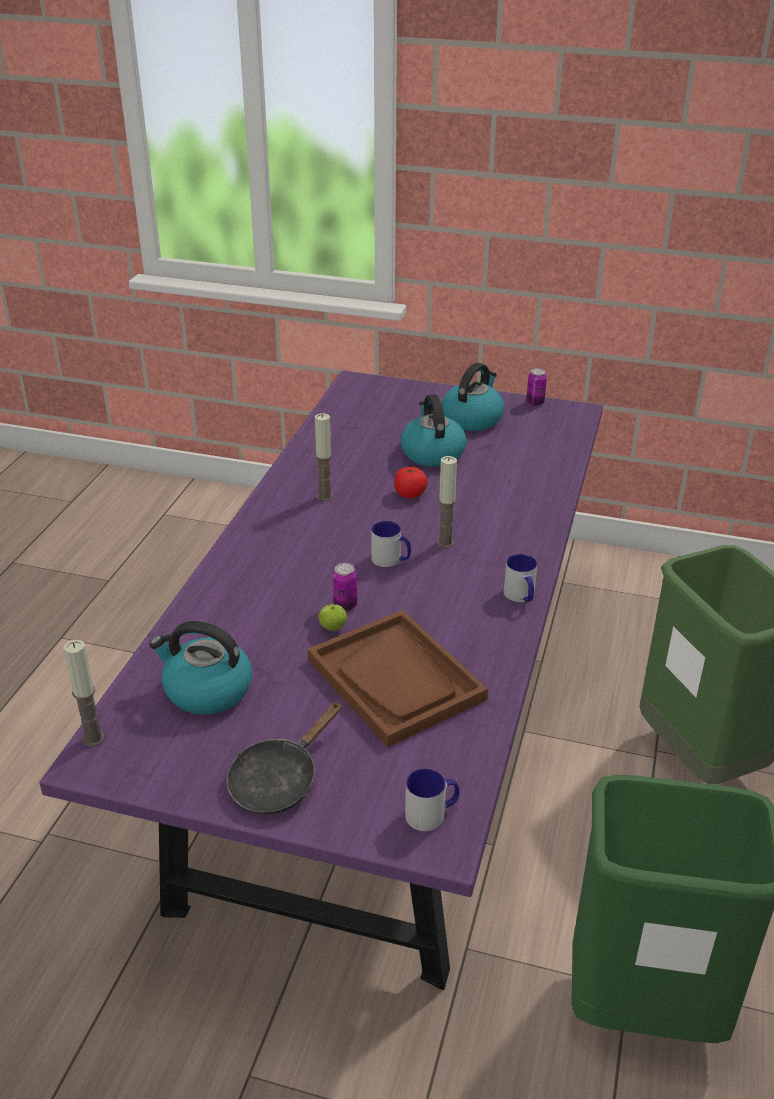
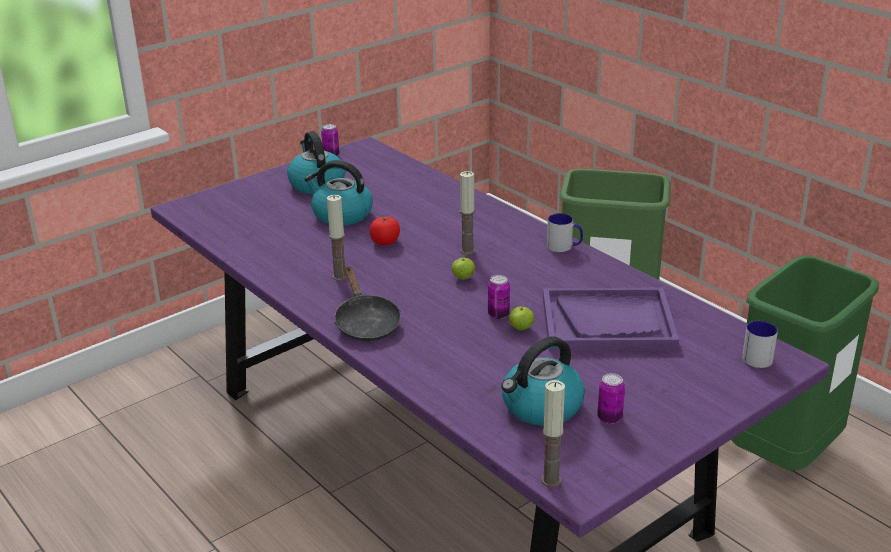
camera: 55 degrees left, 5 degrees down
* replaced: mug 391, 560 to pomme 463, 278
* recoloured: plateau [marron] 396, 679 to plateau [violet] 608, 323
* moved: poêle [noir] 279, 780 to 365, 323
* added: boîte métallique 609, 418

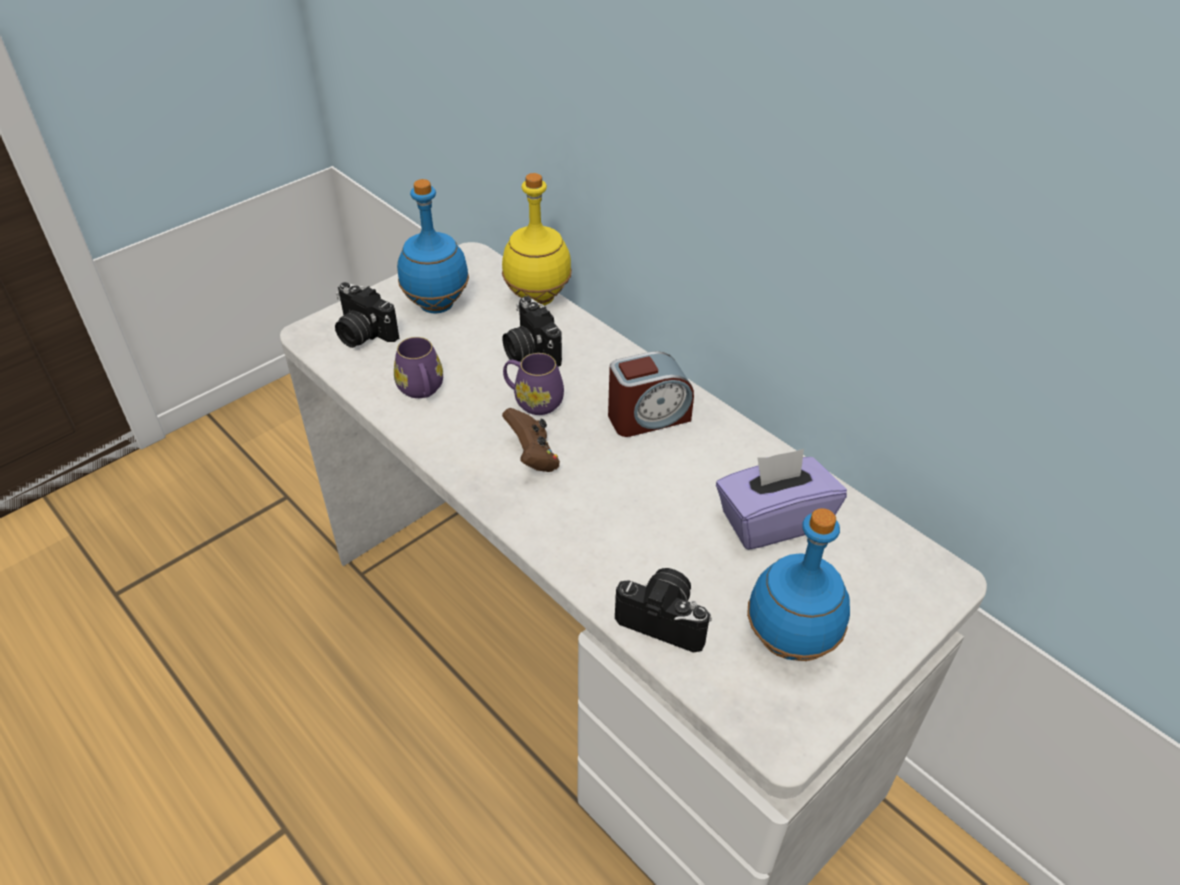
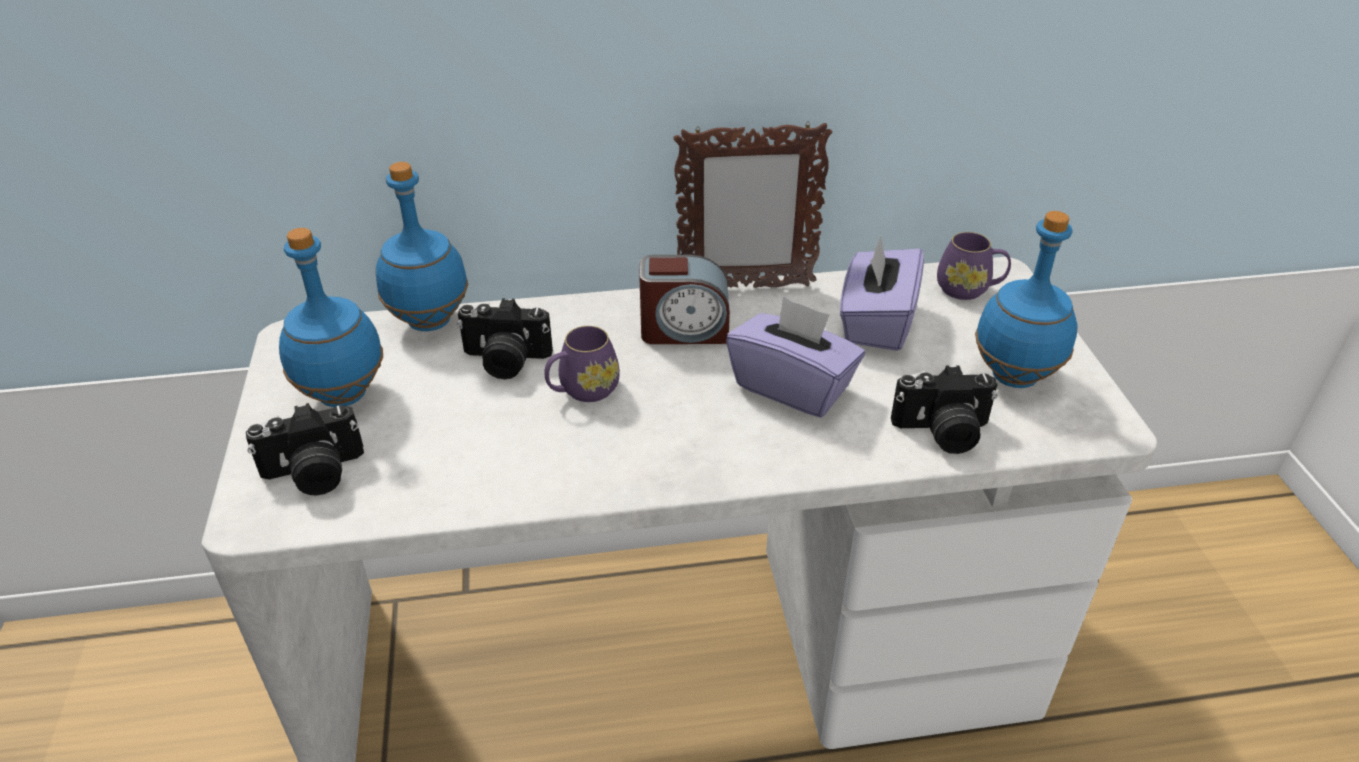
camera: 55 degrees left, 5 degrees down
* recoloured: bouteille [jaune] 538, 298 to bouteille [bleu] 430, 320
* moved: mug [violet] 422, 390 to 969, 289
* turned: réveil 648, 417 = 684, 330 75 degrees clockwise
* removed: manette [marron] 533, 457
* turned: appareil photo 665, 619 = 942, 432 150 degrees counterclockwise
* added: cadre photo 745, 287
* added: boîte à mouchoirs [violet] 792, 386

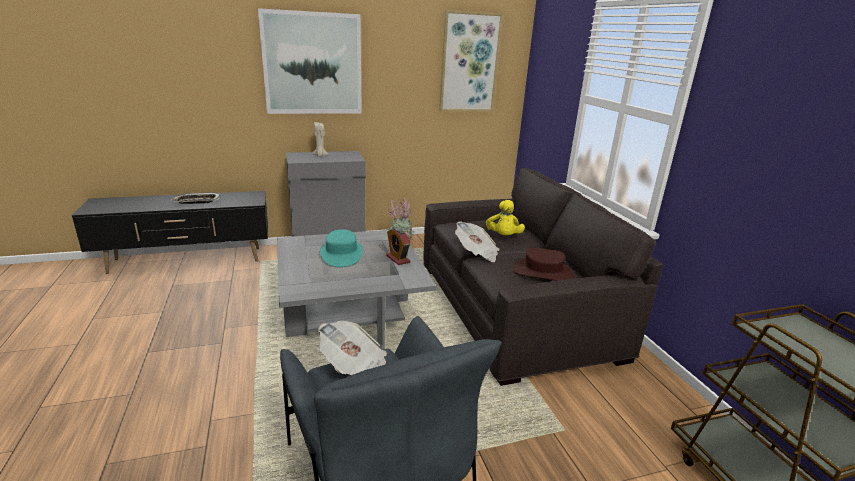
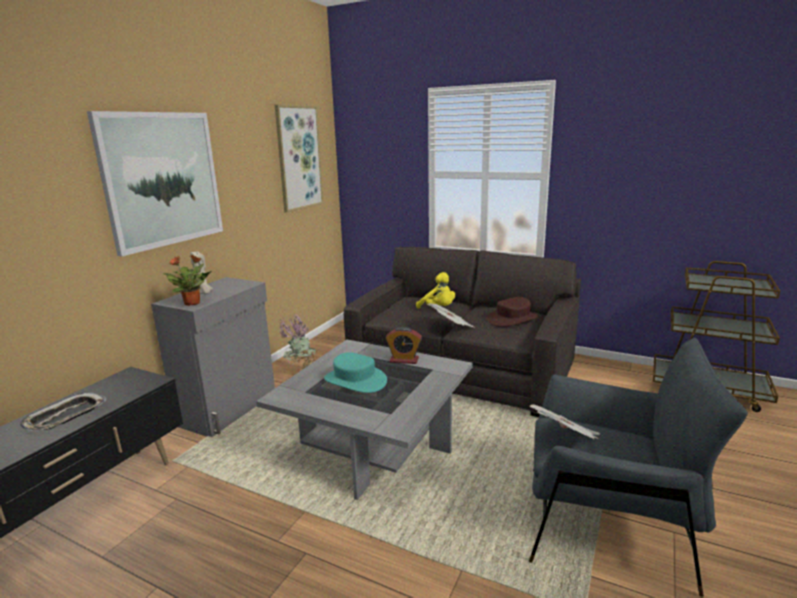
camera: 45 degrees left, 5 degrees down
* added: plante en pot 193, 303

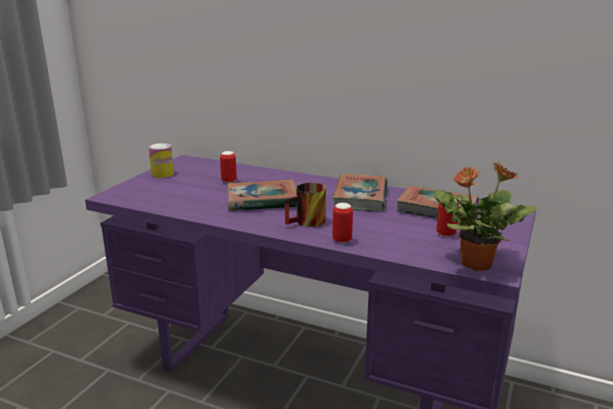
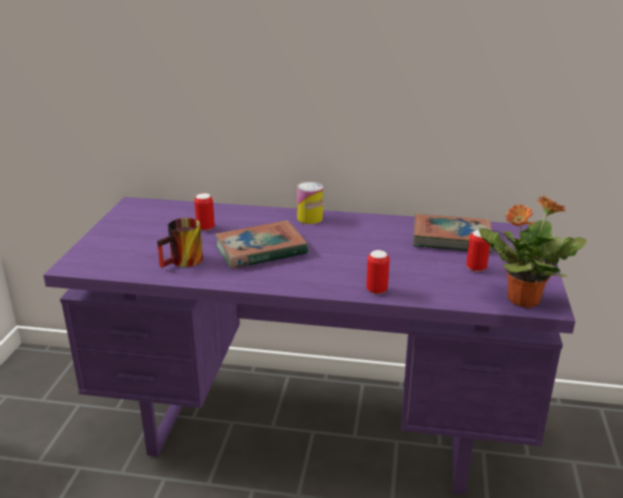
camera: 15 degrees left, 5 degrees up
* moved: boîte métallique 162, 174 to 310, 218
* removed: livre 360, 197
* moved: mug 307, 223 to 184, 262

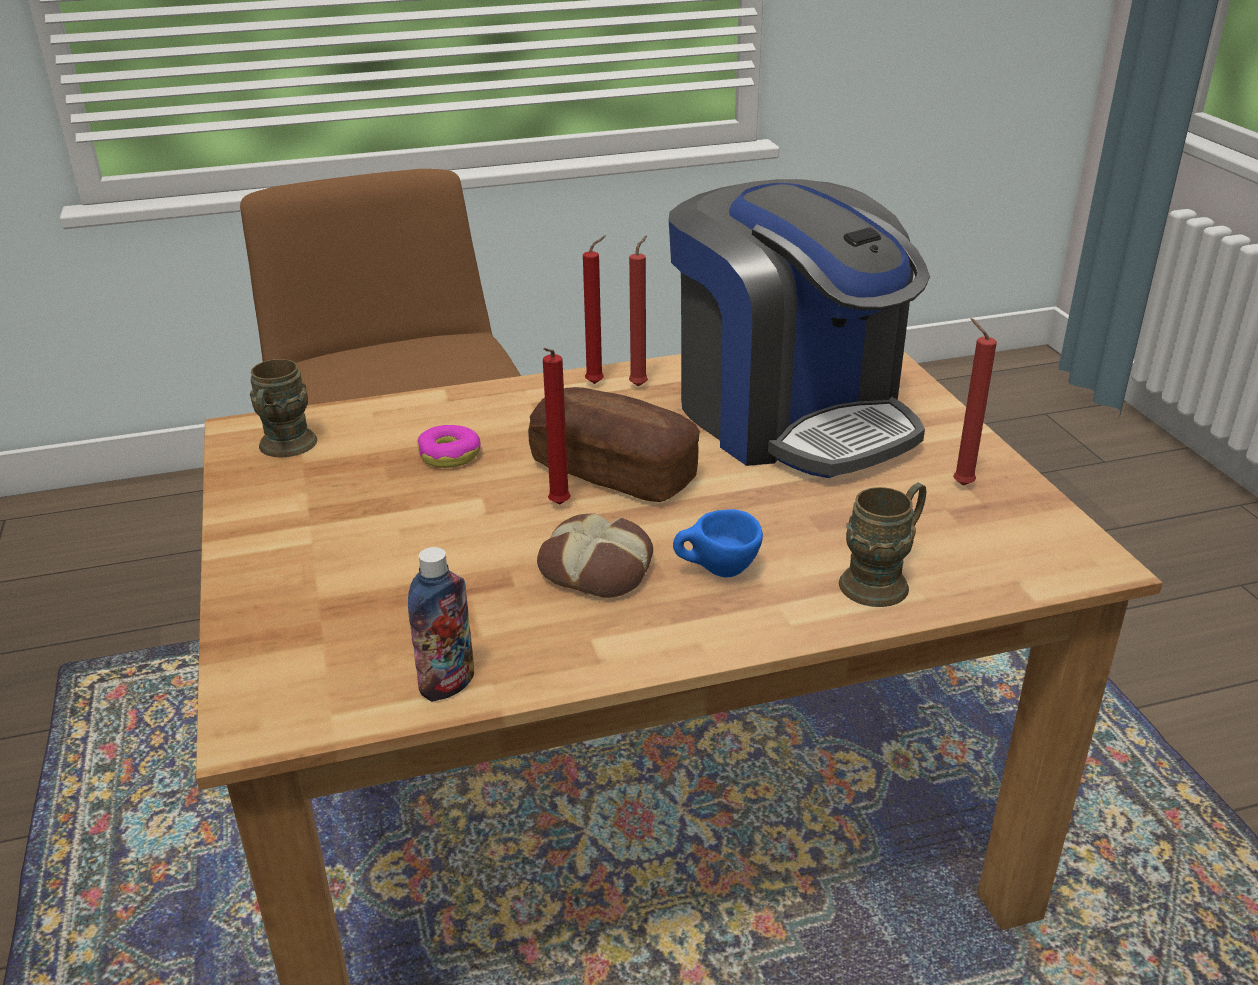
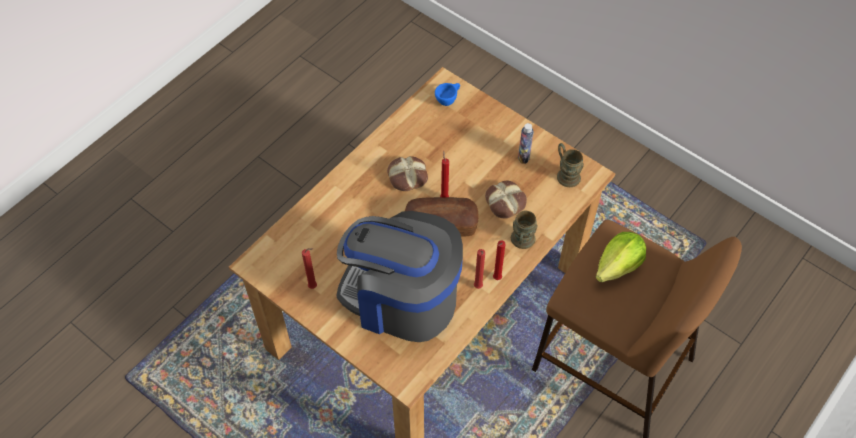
camera: 145 degrees right, 25 degrees up
* replaced: beignet 450, 455 to pain 506, 202
* moved: mug [marron] 883, 580 to 521, 242
* moved: tasse [bleu] 716, 572 to 448, 100
* moved: bouteille 447, 684 to 524, 156
* added: laitue 618, 266

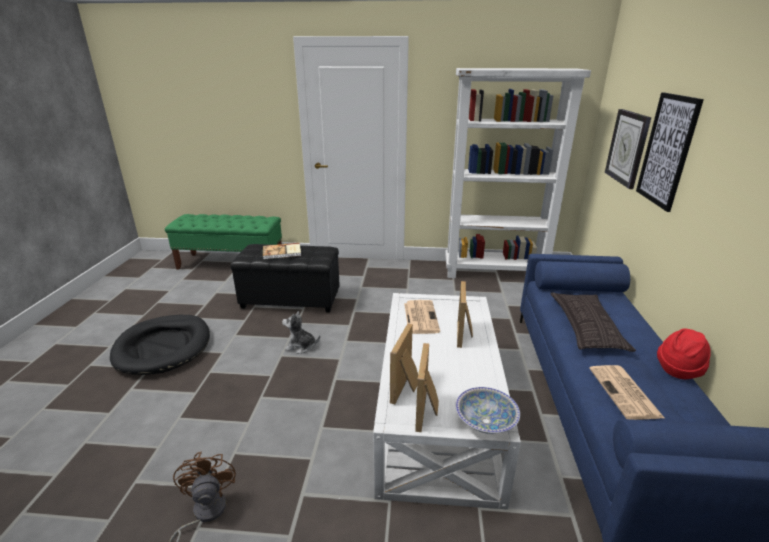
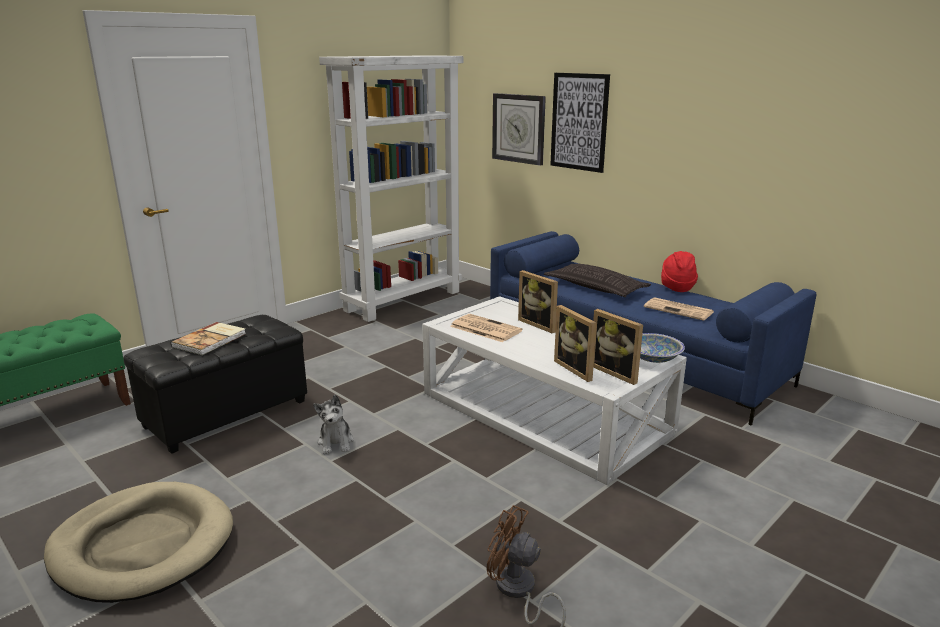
camera: 50 degrees left, 5 degrees down
* turned: peluche 301, 346 = 336, 442 60 degrees counterclockwise
* recoloured: panier pour chien [noir] 163, 347 to panier pour chien [beige] 143, 545

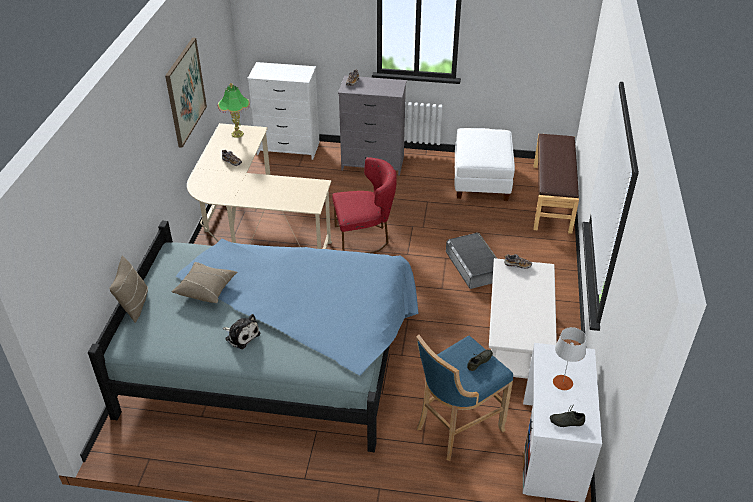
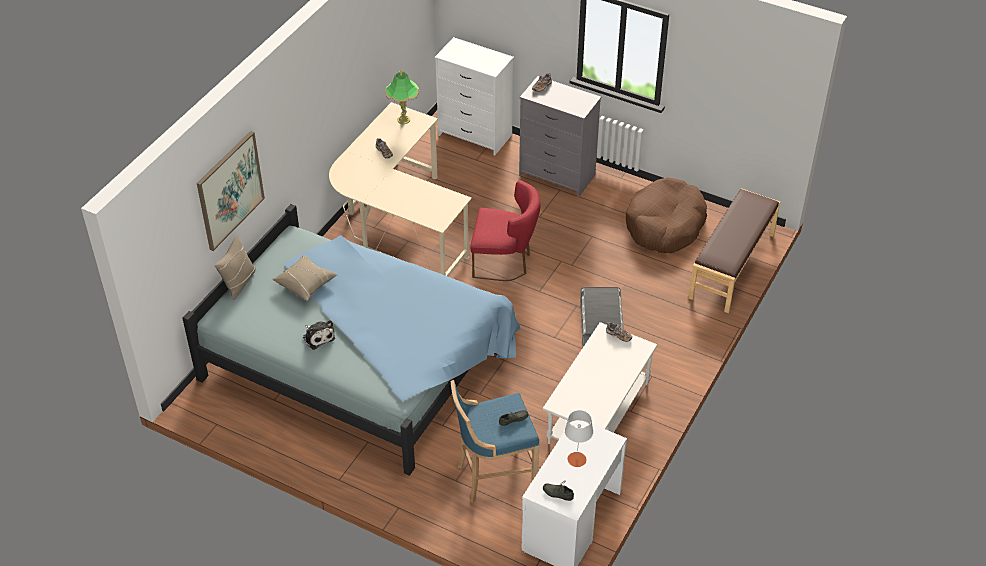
camera: 20 degrees right, 5 degrees up
* moved: tableau 185, 92 to 230, 190
* replaced: pouf [blanc] 481, 180 to panier pour chien [marron] 665, 225

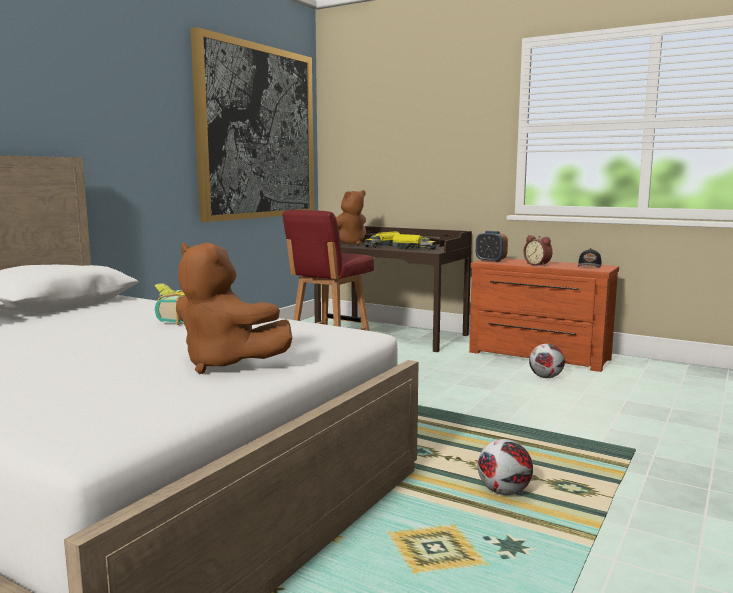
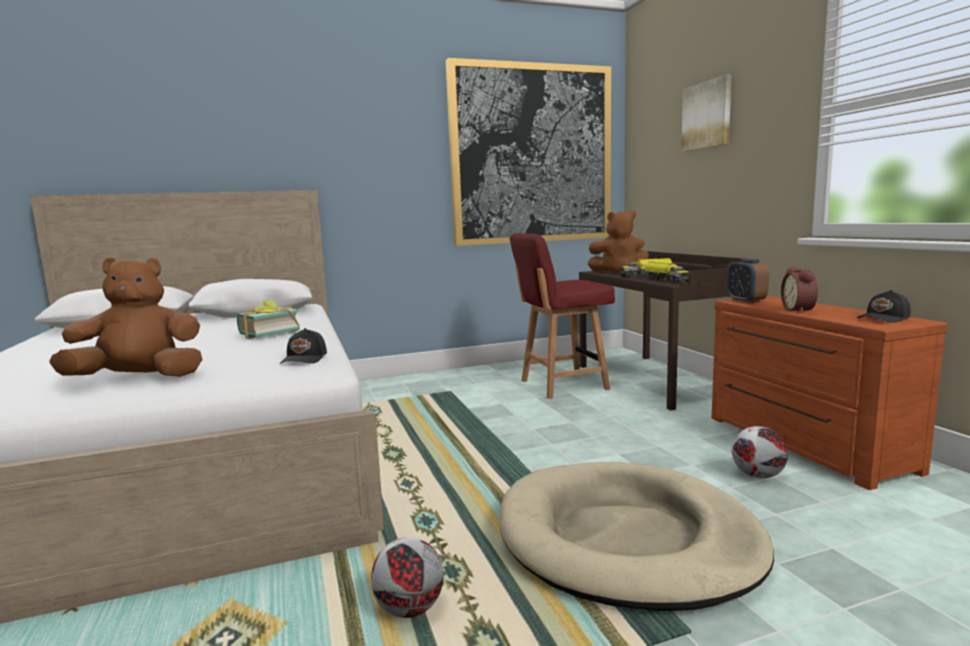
camera: 40 degrees right, 0 degrees up
* turned: peluche [marron] 226, 364 = 140, 379 90 degrees clockwise
* added: tableau 707, 115
* added: casquette [noir] 305, 359
* added: panier pour chien [beige] 627, 540

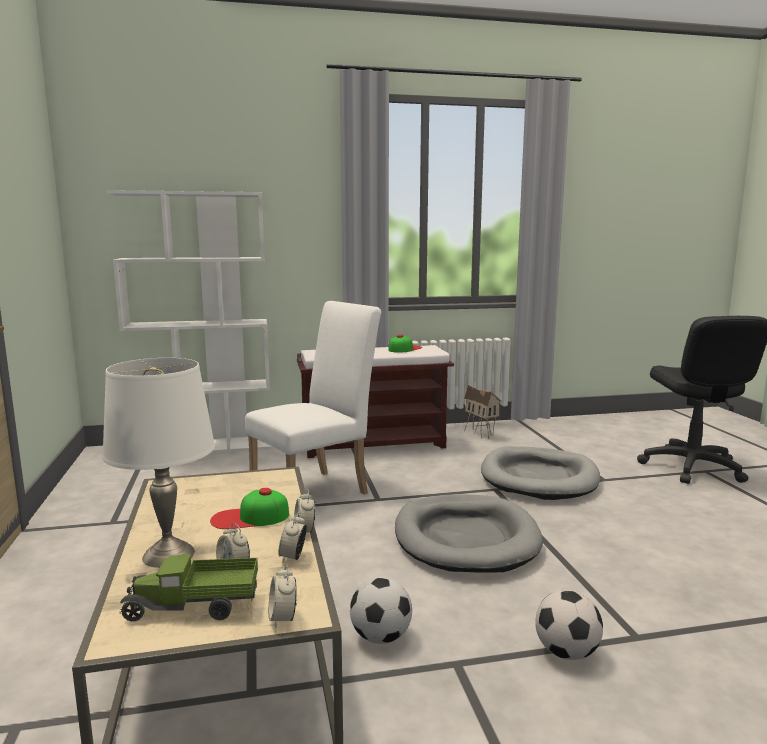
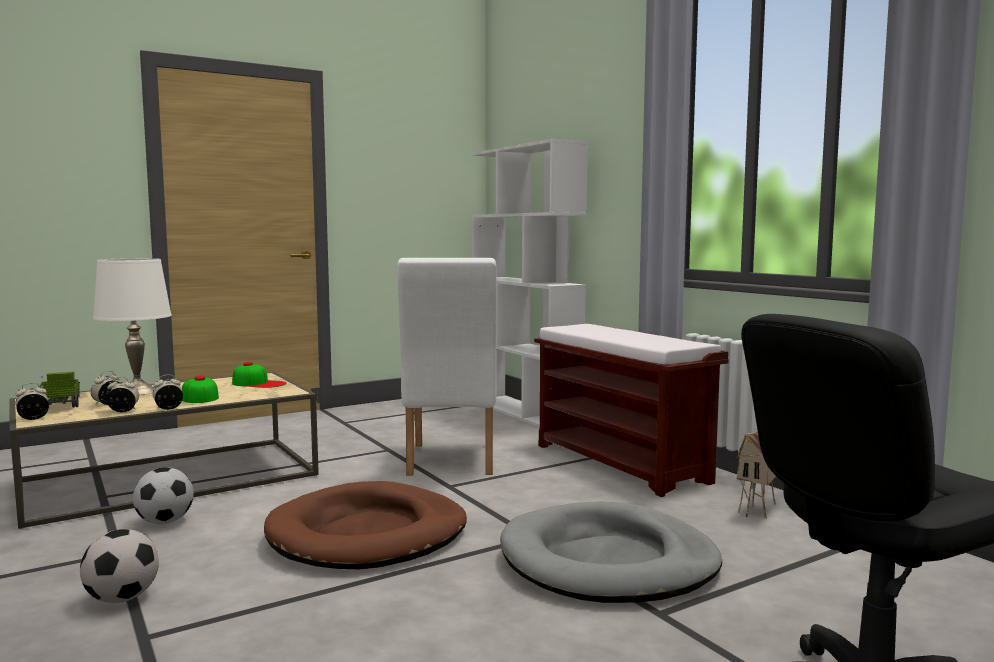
camera: 70 degrees right, 5 degrees down
* turned: chaise [blanc] 317, 491 = 450, 462 60 degrees clockwise
* moved: casquette 404, 349 to 259, 383
* recoloured: panier pour chien [gris] 466, 538 to panier pour chien [marron] 368, 534

